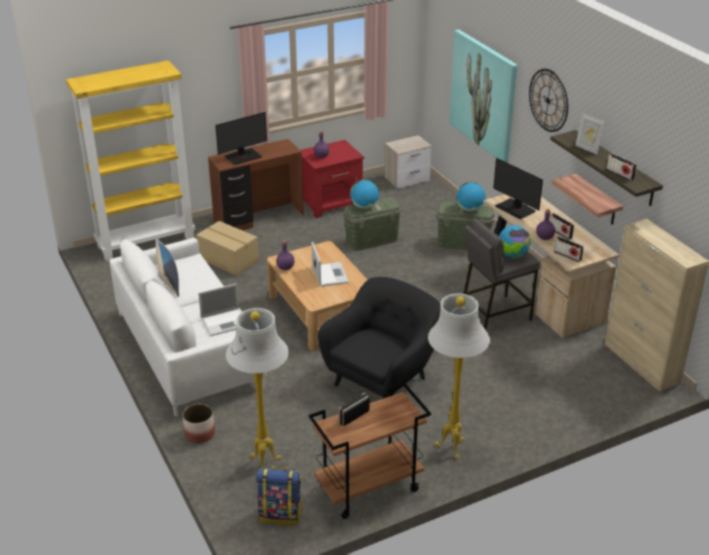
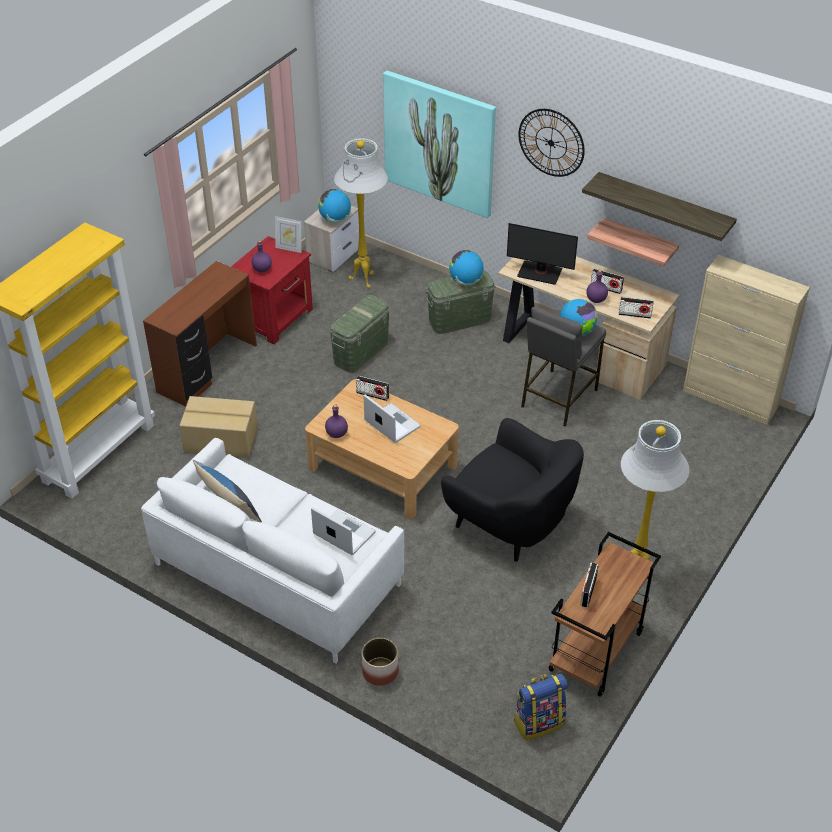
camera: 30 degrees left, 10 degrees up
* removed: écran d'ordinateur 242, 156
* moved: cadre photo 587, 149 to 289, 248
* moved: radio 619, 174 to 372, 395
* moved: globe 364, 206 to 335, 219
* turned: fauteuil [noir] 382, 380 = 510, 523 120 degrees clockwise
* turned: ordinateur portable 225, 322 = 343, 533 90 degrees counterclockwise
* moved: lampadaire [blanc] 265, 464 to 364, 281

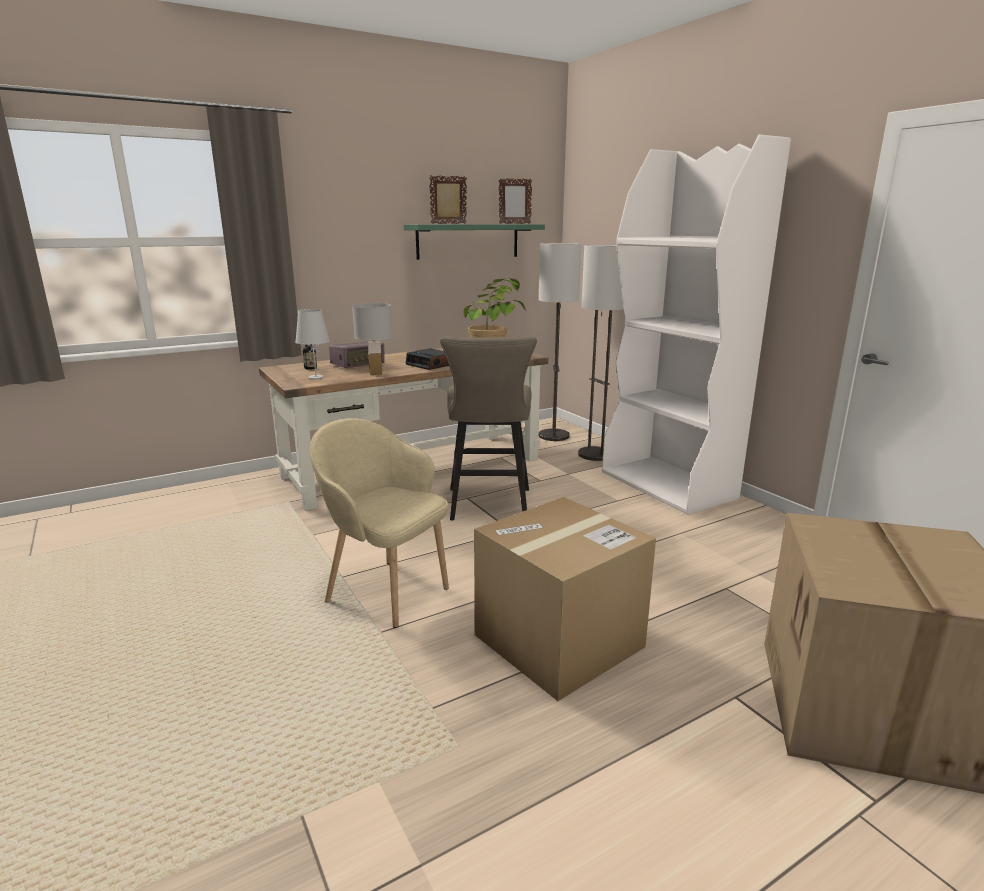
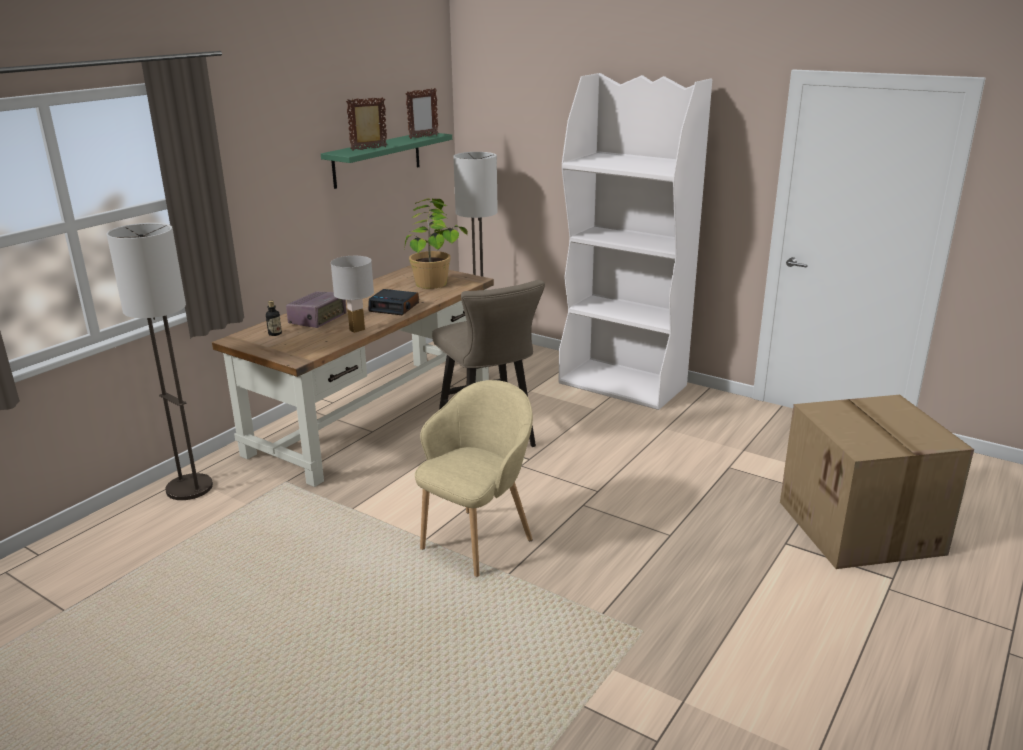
camera: 25 degrees left, 5 degrees up
* moved: lampadaire 595, 455 to 190, 488
* removed: lampe de table [blanc] 315, 377
* turned: fauteuil [beige] 386, 591 = 478, 541 120 degrees clockwise
* removed: carton 559, 641

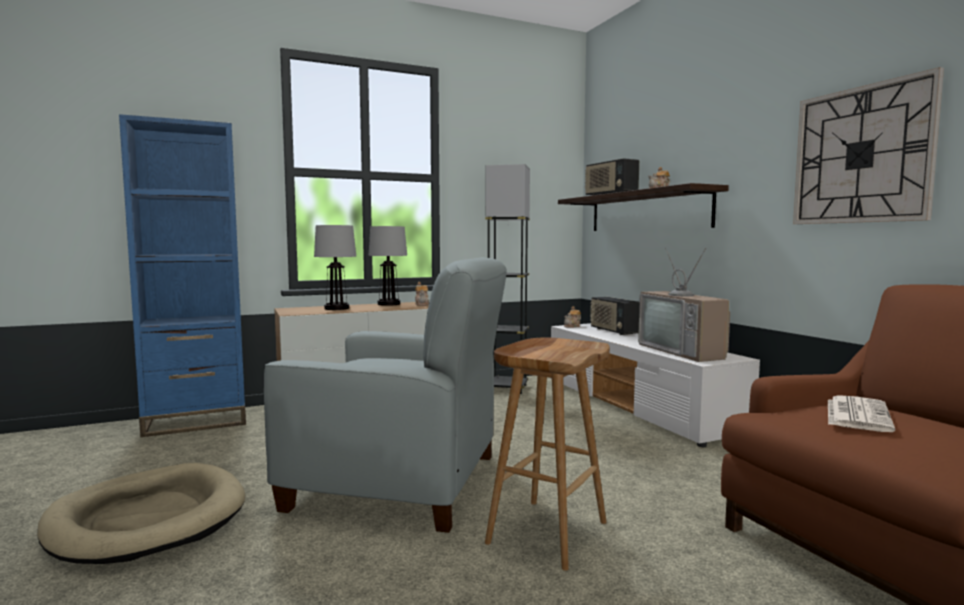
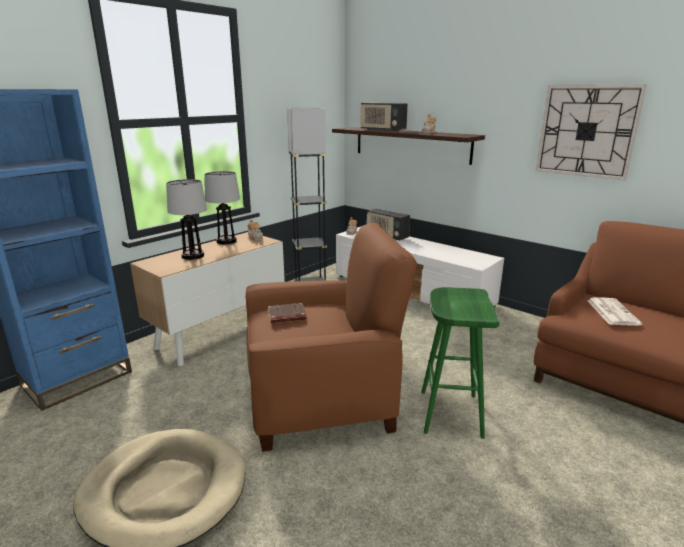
camera: 25 degrees left, 15 degrees up
* removed: téléviseur 685, 351
* recoloured: fauteuil [gris] 400, 482 to fauteuil [marron] 322, 398
* recoloured: tabouret [marron] 547, 531 to tabouret [vert] 449, 412
* added: livre [marron] 286, 317

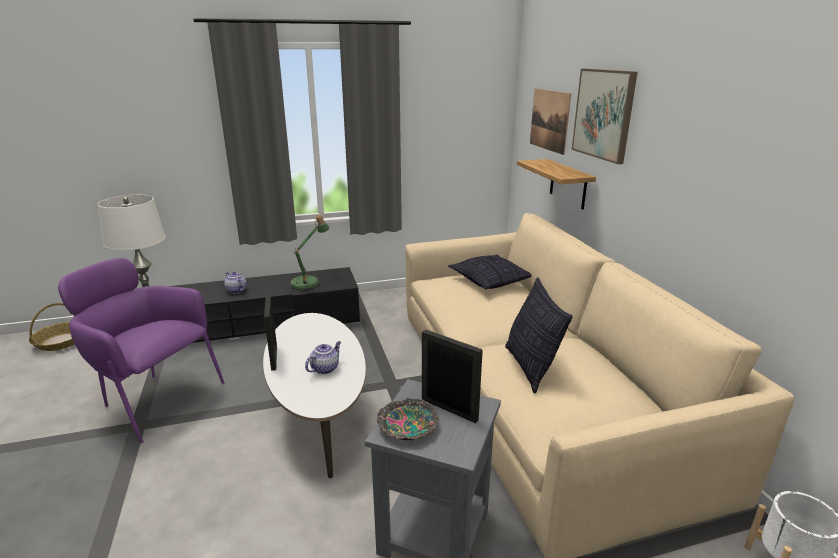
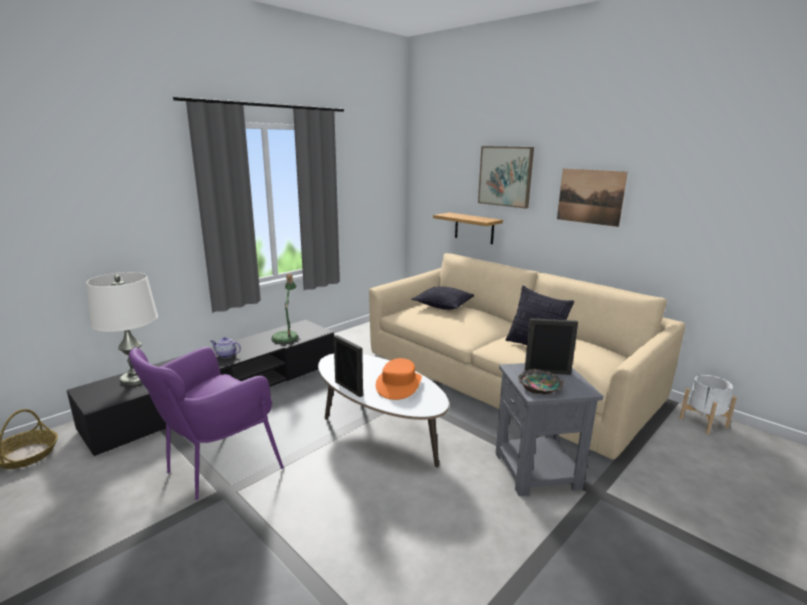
camera: 30 degrees left, 5 degrees down
* moved: tableau 549, 120 to 590, 196
* turned: fauteuil [violet] 154, 399 = 215, 467 45 degrees counterclockwise
* replaced: théière 325, 368 to chapeau [orange] 398, 385

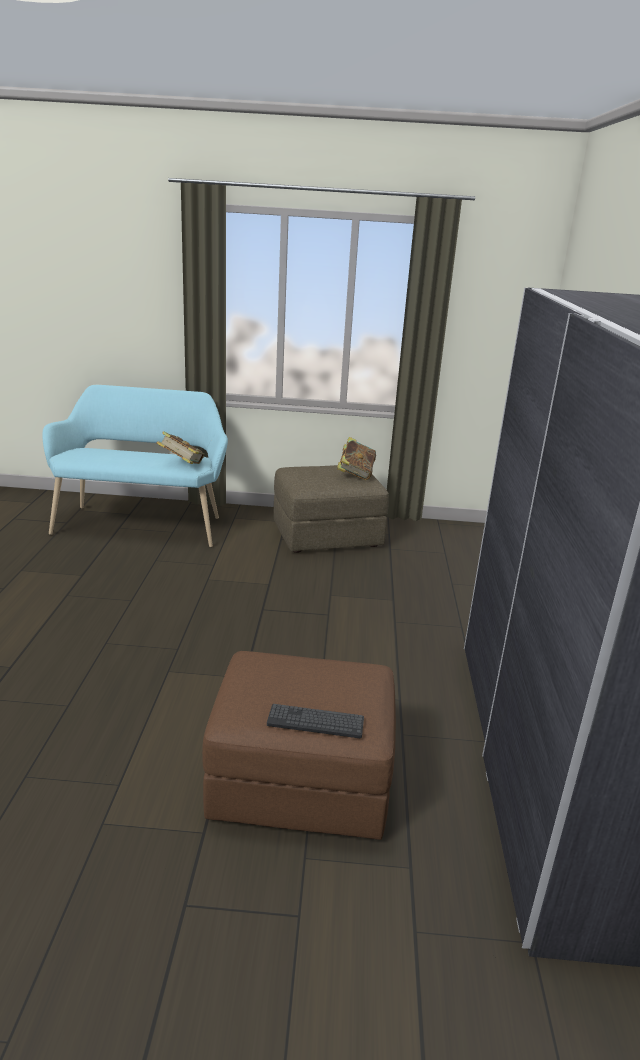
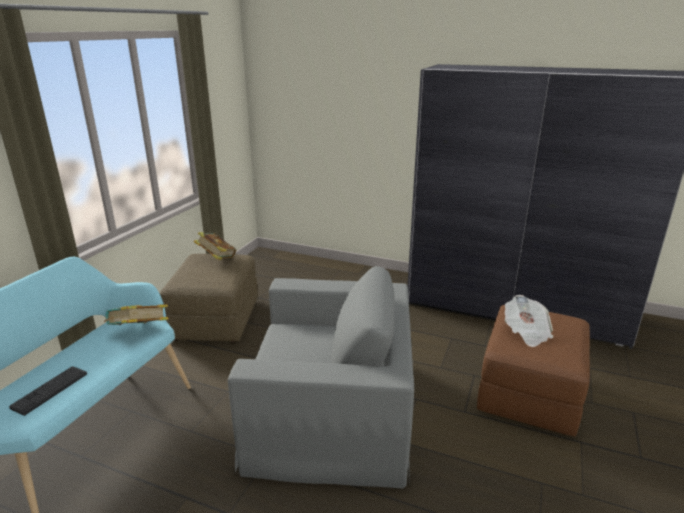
camera: 70 degrees left, 0 degrees up
* moved: clavier 315, 722 to 50, 390
* added: fauteuil [gris] 332, 410
* added: journal 526, 332

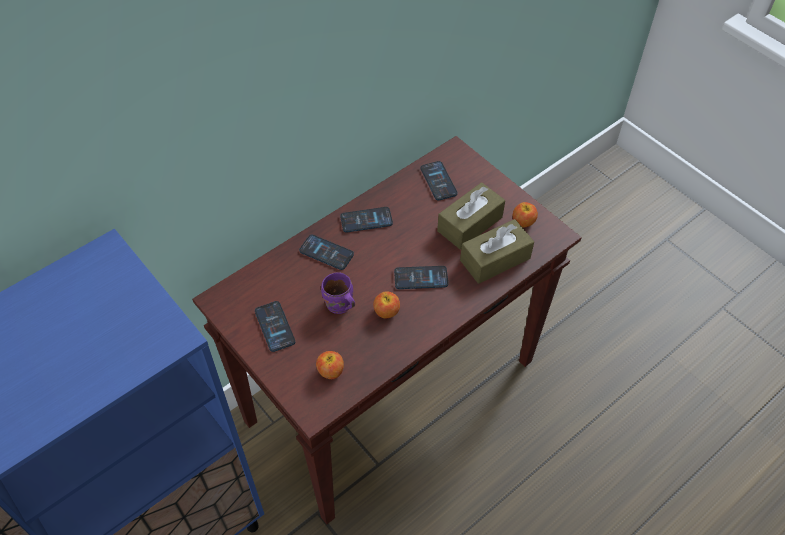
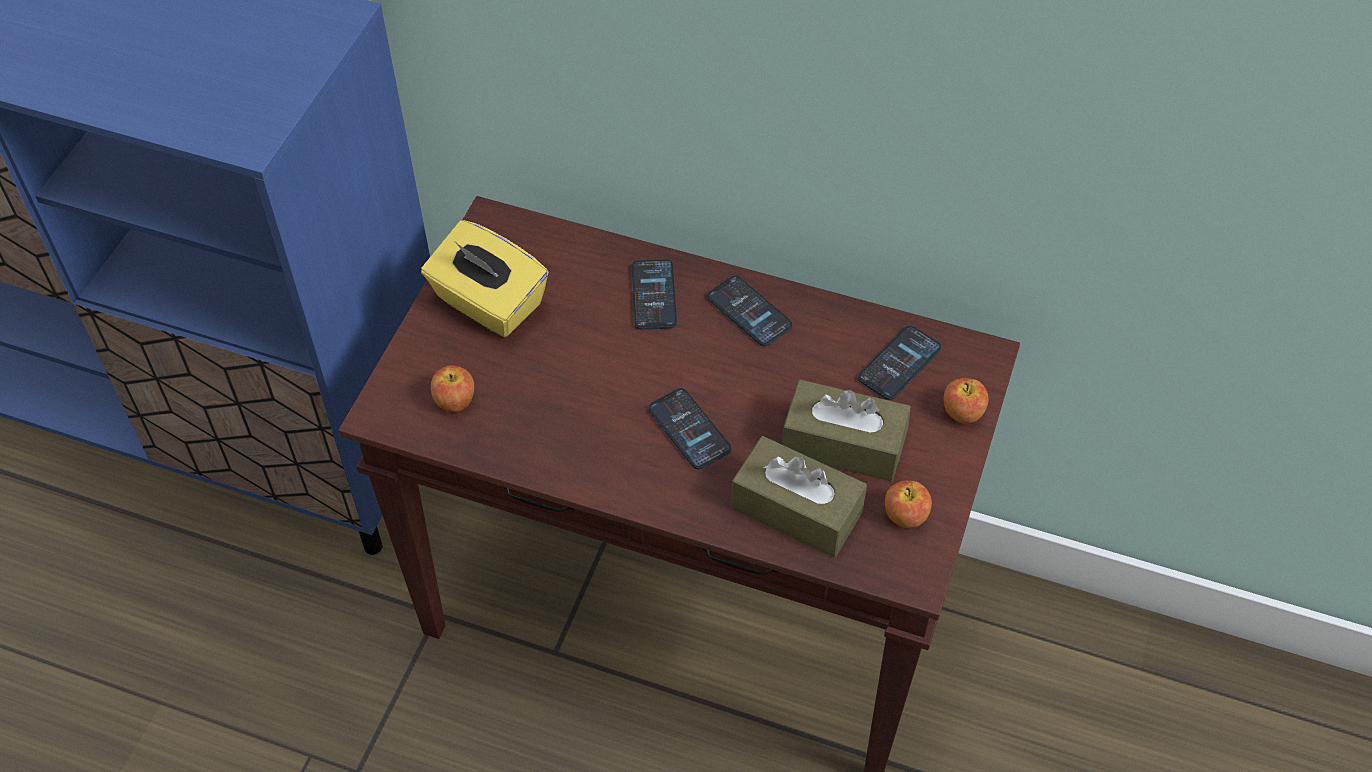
camera: 60 degrees right, 0 degrees up
* removed: mug [violet] 339, 306
* moved: pomme 386, 312 to 962, 412
* replaced: téléphone 275, 326 to boîte à mouchoirs [jaune] 488, 303

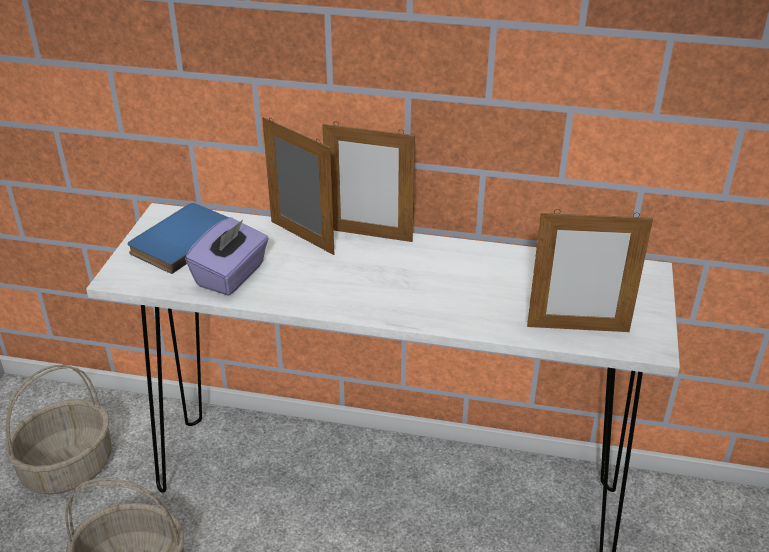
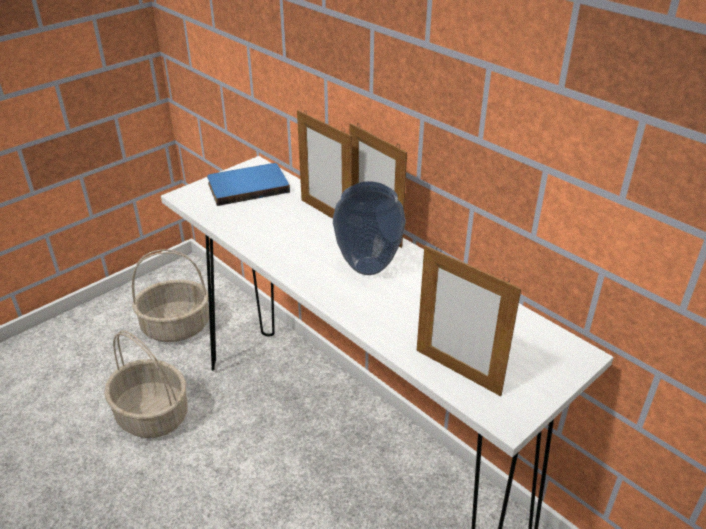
camera: 35 degrees right, 0 degrees up
* turned: cadre photo 302, 237 = 326, 214 150 degrees clockwise
* removed: boîte à mouchoirs [violet] 231, 275
* added: vase 369, 266

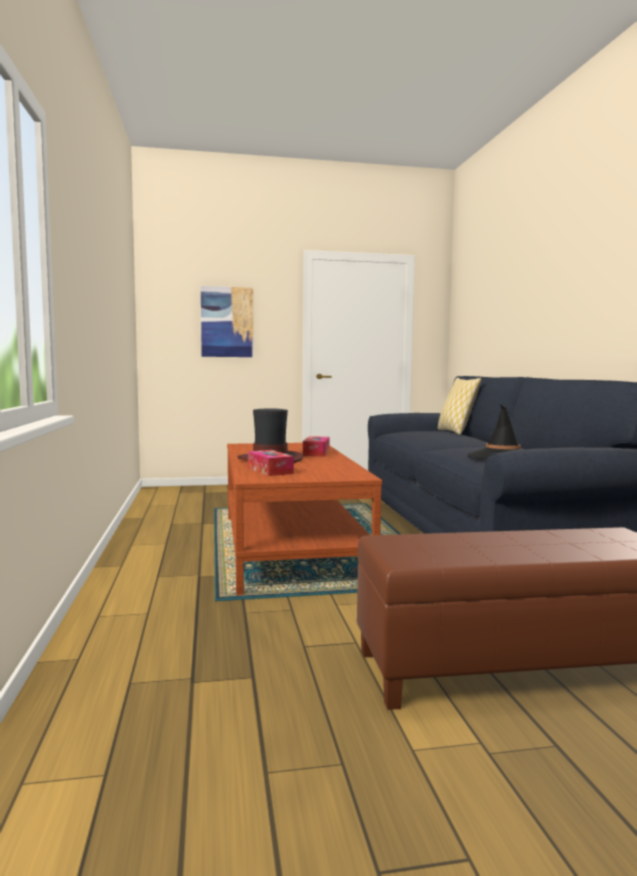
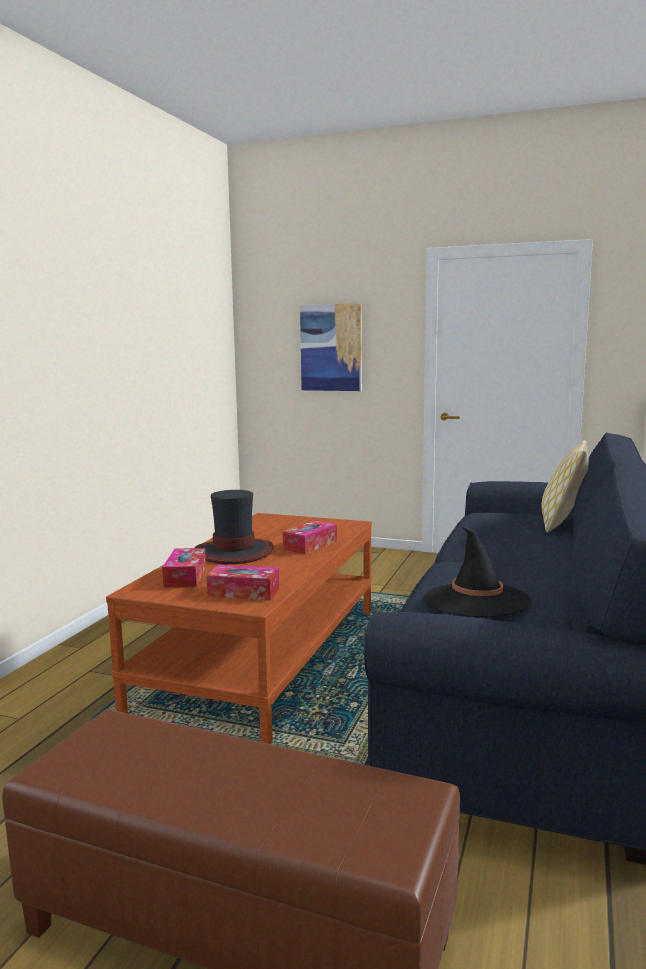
camera: 30 degrees right, 5 degrees up
* added: boîte à mouchoirs 244, 592

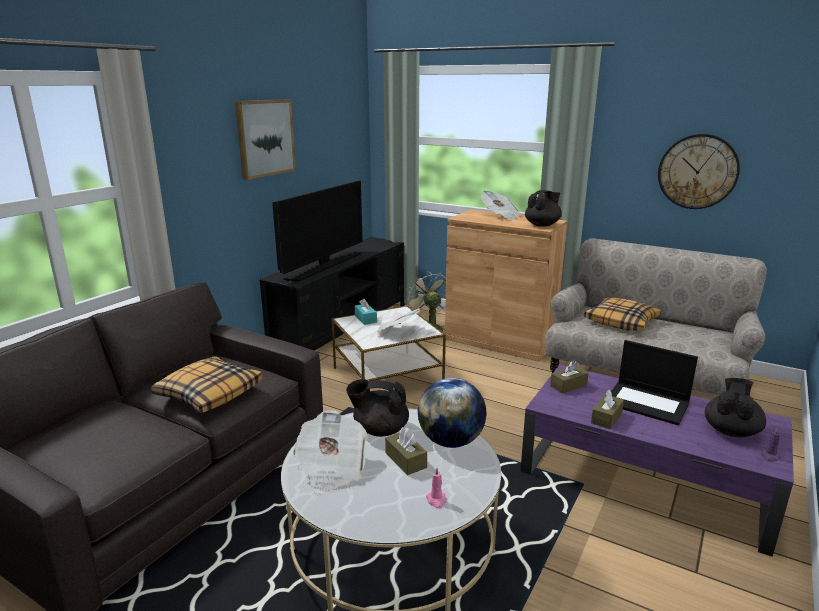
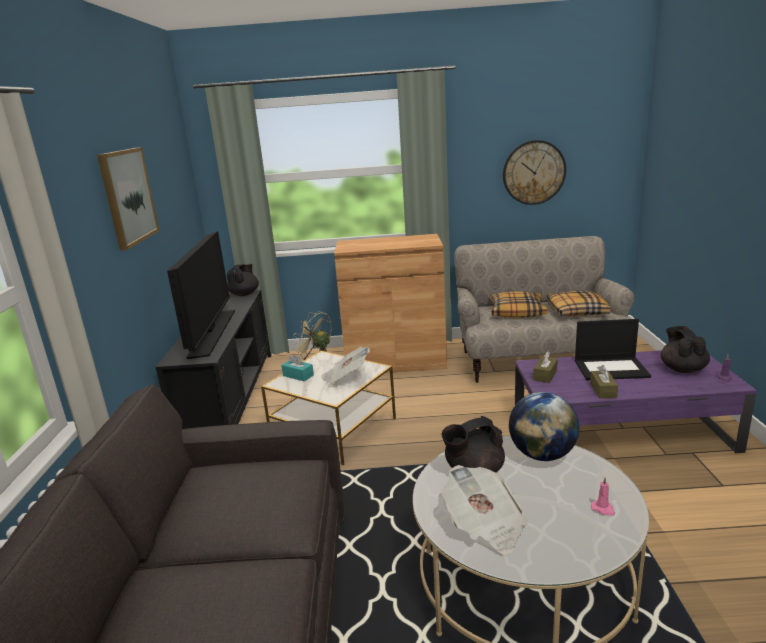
camera: 30 degrees left, 0 degrees up
* removed: journal 500, 216
* moved: théière [noir] 542, 225 to 244, 294
* moved: coussin 209, 393 to 576, 311
* removed: boîte à mouchoirs [marron] 405, 460

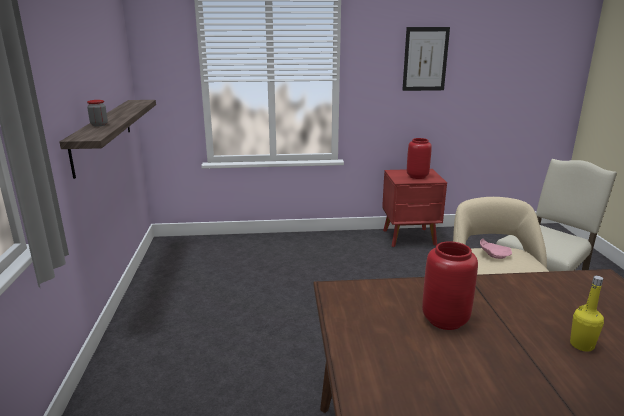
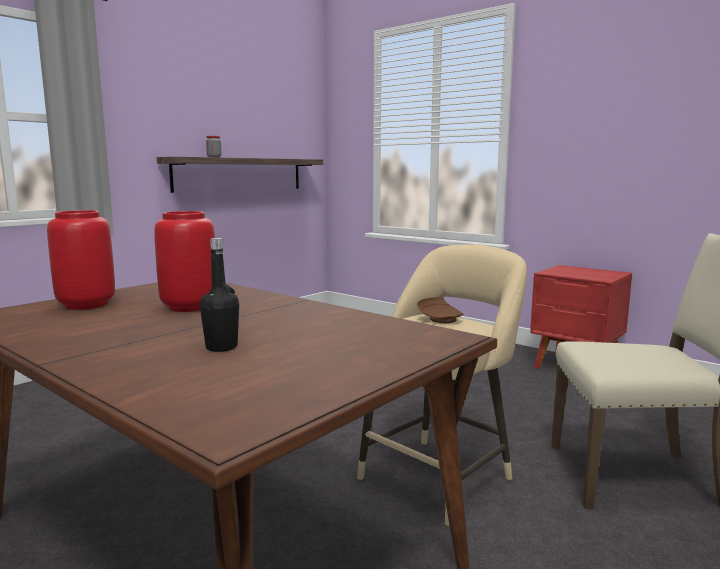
camera: 45 degrees right, 10 degrees down
* removed: tableau 425, 59
* moved: vase [rouge] 417, 176 to 85, 305
* recoloured: assiette [rose] 493, 254 to assiette [marron] 440, 319
* recoloured: bouteille [jaune] 581, 345 to bouteille [noir] 221, 347

